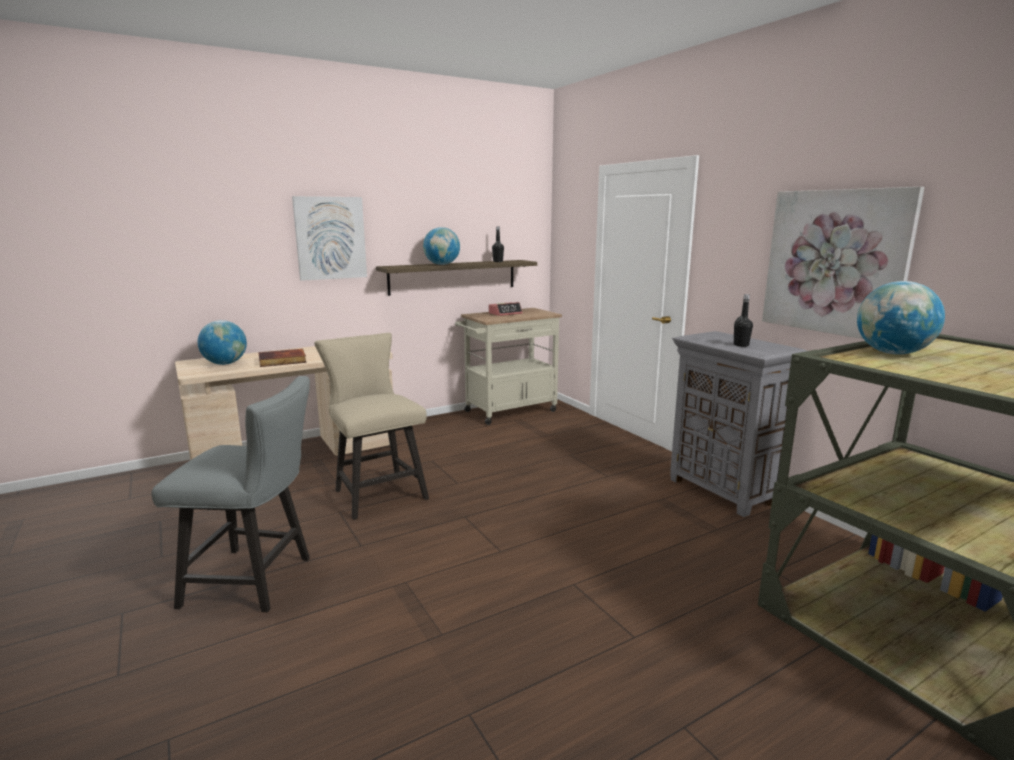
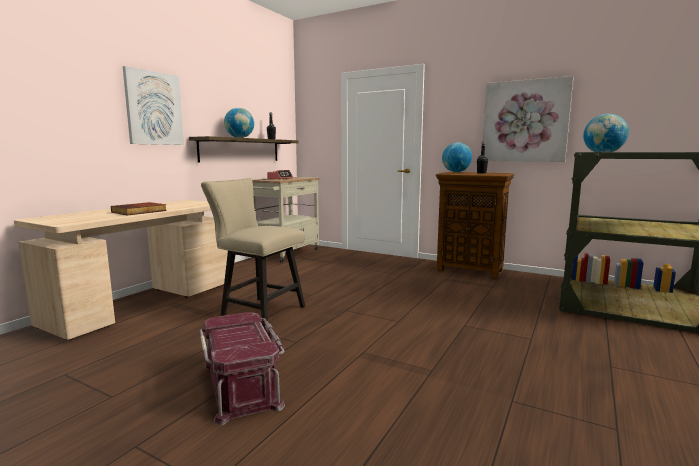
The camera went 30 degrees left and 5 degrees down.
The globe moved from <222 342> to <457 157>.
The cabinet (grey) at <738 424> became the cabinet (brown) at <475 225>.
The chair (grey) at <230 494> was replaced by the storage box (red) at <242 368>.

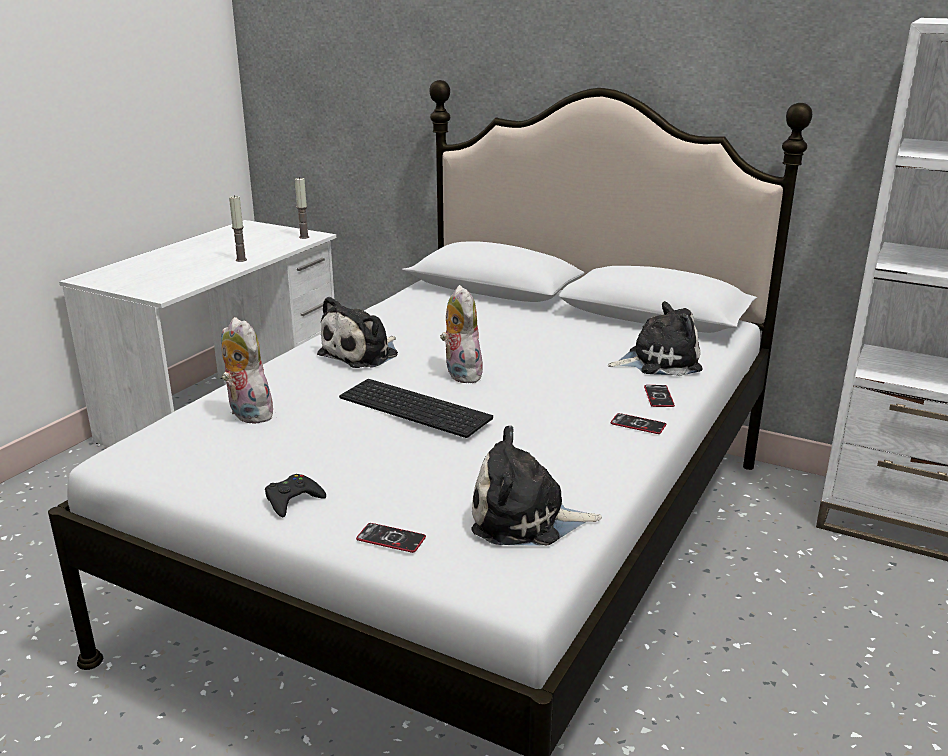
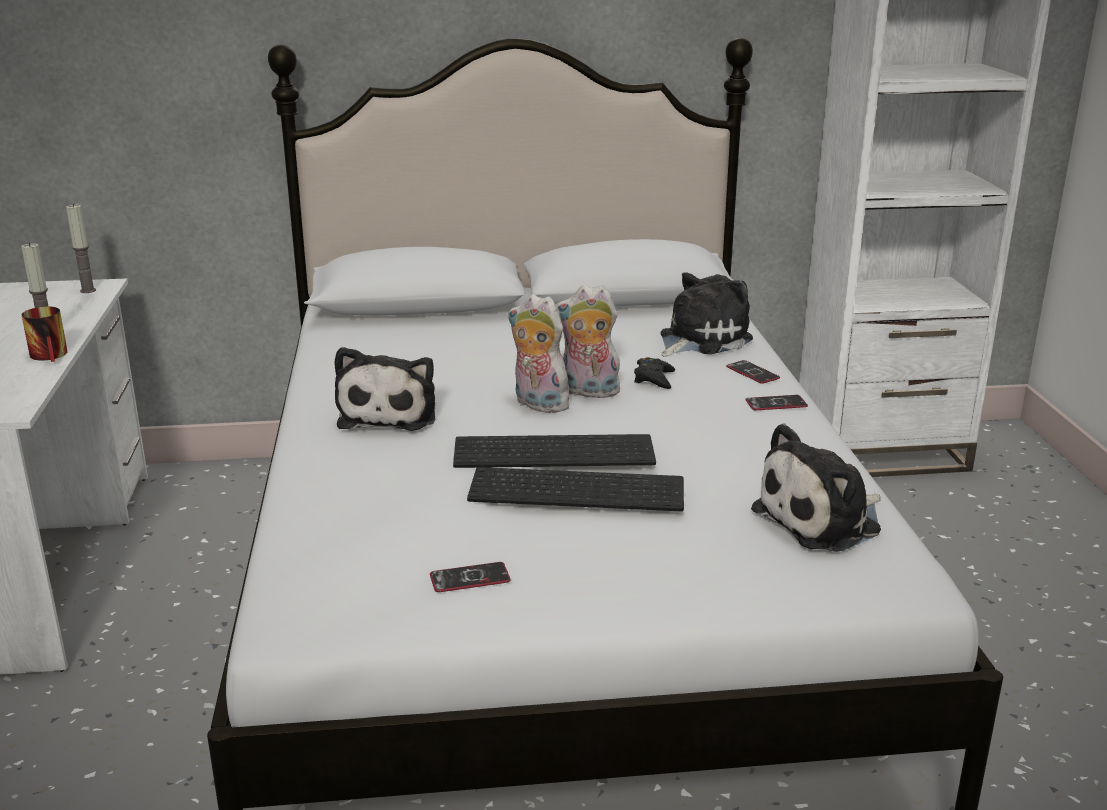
The camera went 35 degrees left and 0 degrees up.
The plush toy moved from <247 370> to <590 341>.
The game controller (black) moved from <295 496> to <654 373>.
The phone moved from <391 538> to <470 577>.
The mug at <45 334> appeared.
The keyboard at <575 489> appeared.

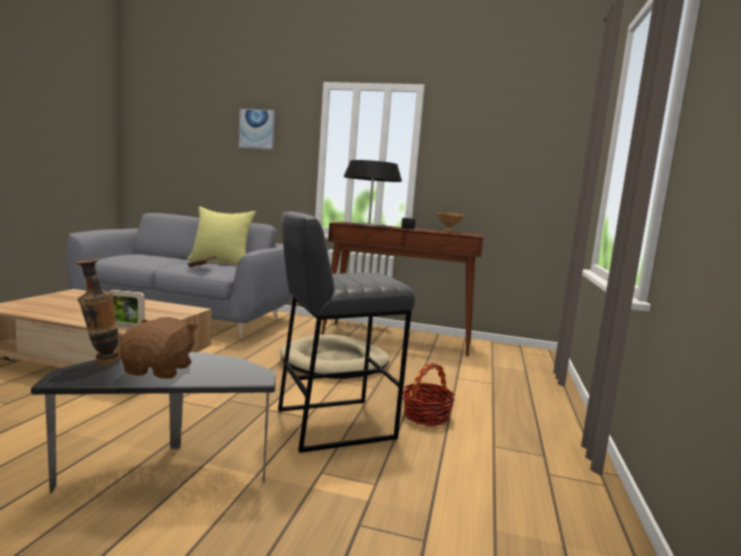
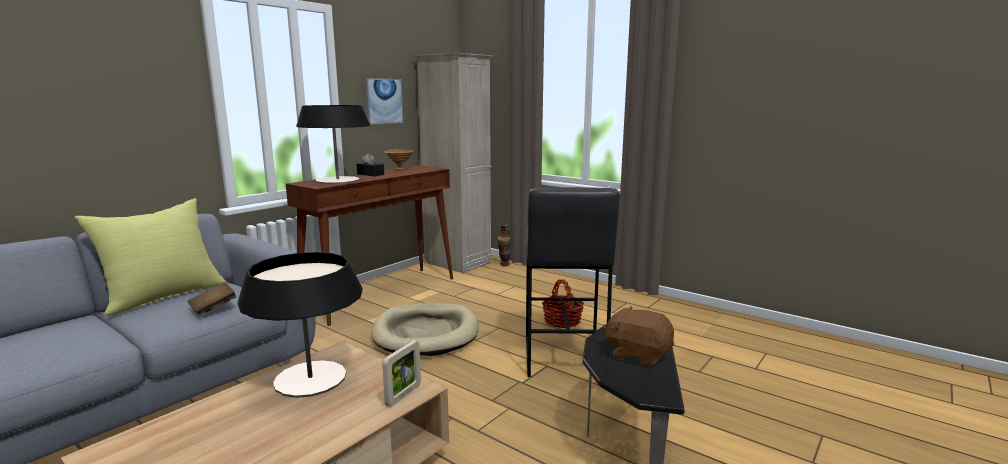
The camera went 65 degrees left and 5 degrees up.
The picture moved from <257 129> to <384 101>.
The vase moved from <98 312> to <503 244>.
The cabinet (beige) at <454 163> appeared.
The table lamp at <300 325> appeared.

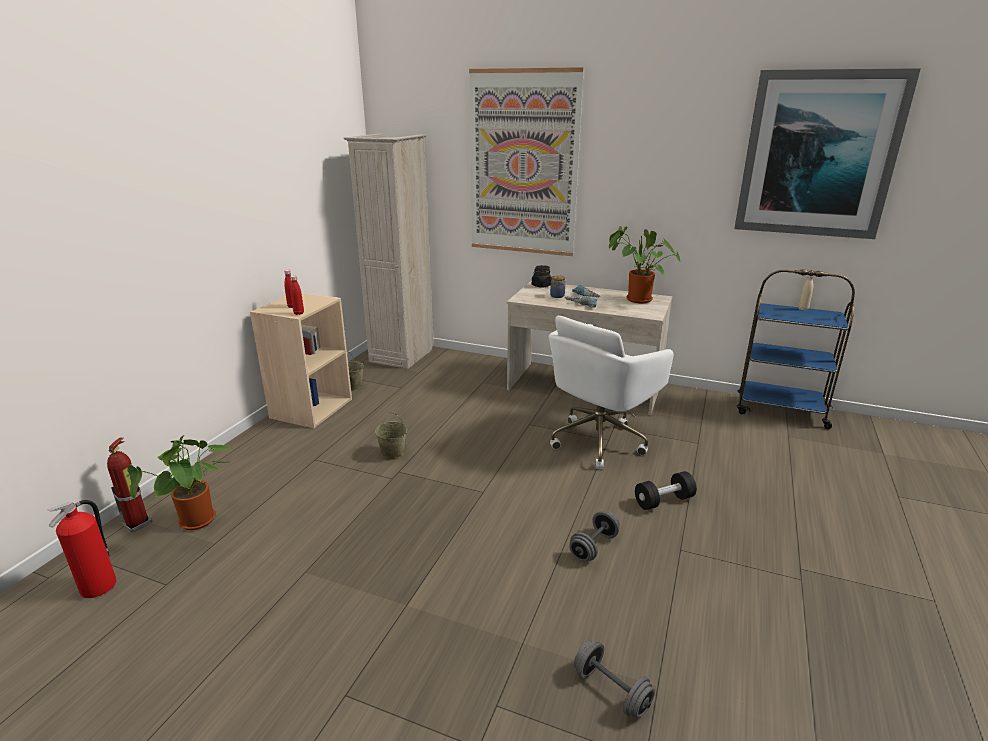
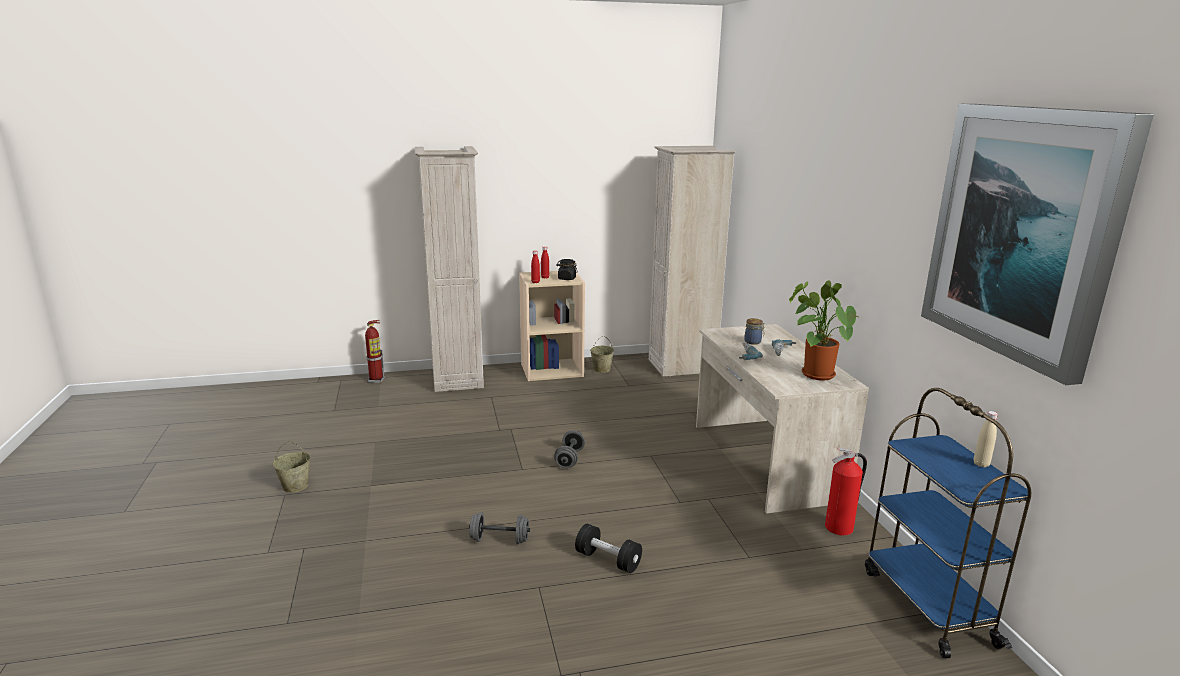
The camera went 55 degrees right and 5 degrees down.
The picture at <526 161> disappeared.
The jar (black) moved from <542 276> to <567 269>.
The office chair (white) at <611 392> disappeared.
The bucket (beige) moved from <391 436> to <291 467>.
The potted plant at <178 482> disappeared.
The fire extinguisher moved from <82 549> to <846 491>.
The dumbbell (grey) moved from <614 679> to <569 449>.
The cabinet (beige) at <449 269> appeared.

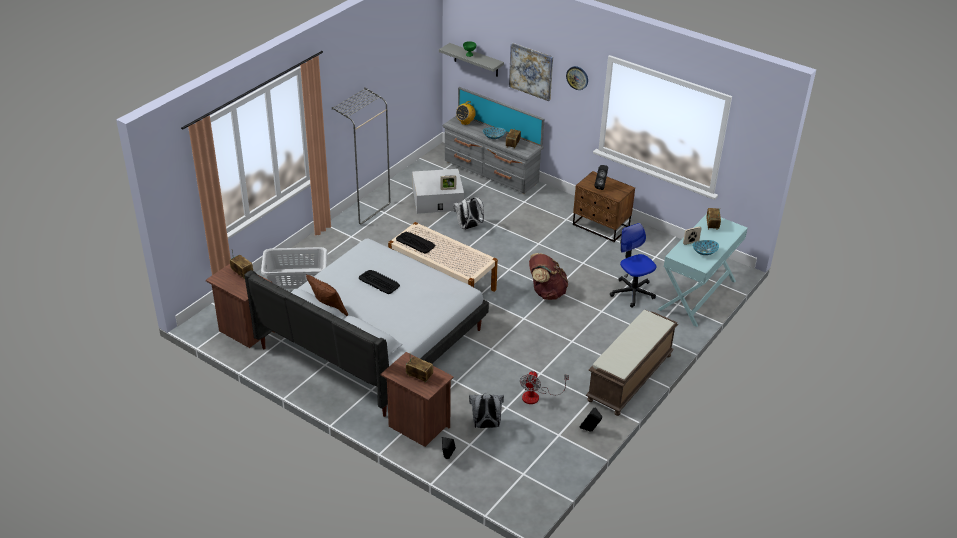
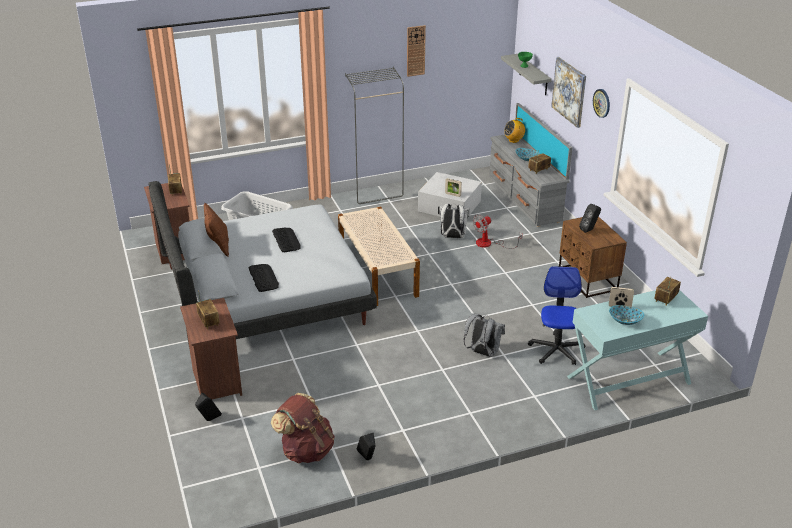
The camera went 35 degrees right and 5 degrees down.
The keyboard moved from <416 243> to <264 278>.
The backpack (brown) moved from <548 276> to <303 428>.
The bench (brown) at <632 363> disappeared.
The fan moved from <544 387> to <497 231>.
The backpack (grey) moved from <486 410> to <484 335>.
The wall clock at <416 51> appeared.

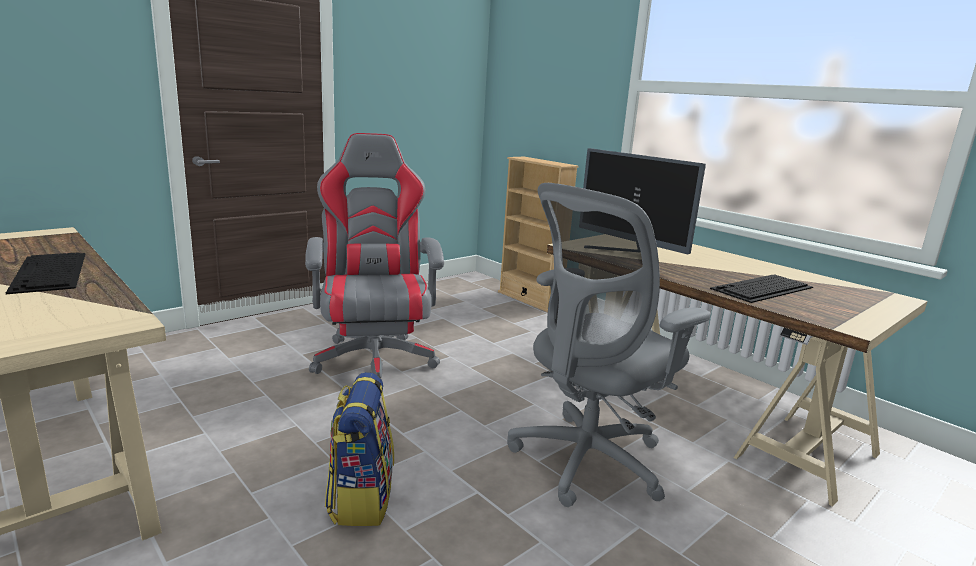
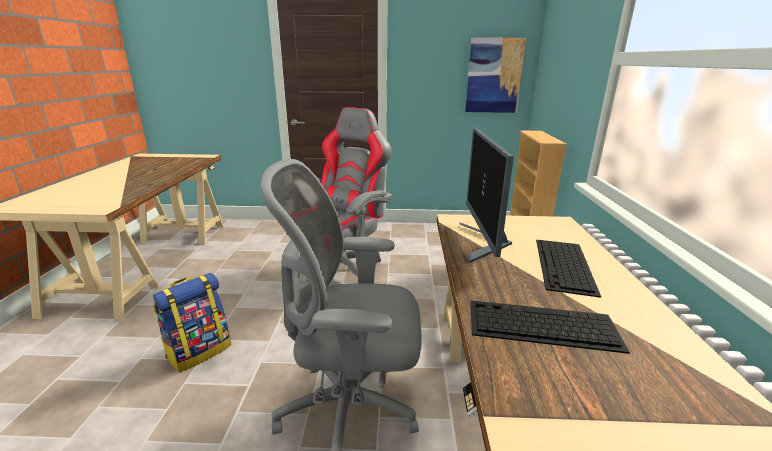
The camera went 45 degrees right and 5 degrees up.
The keyboard moved from <45 273> to <568 269>.
The picture at <495 75> appeared.

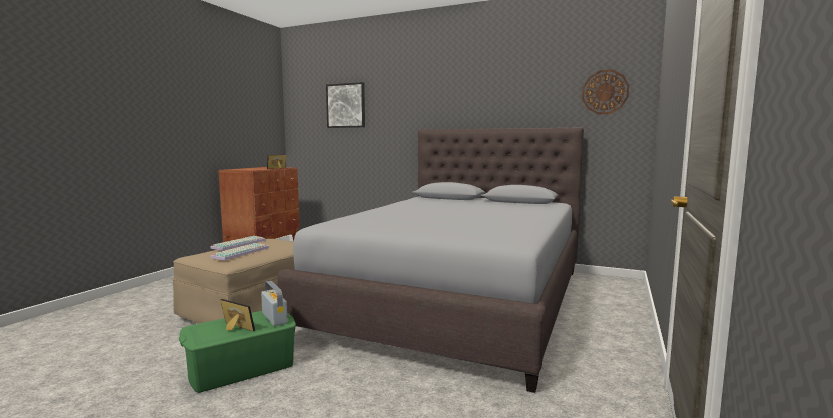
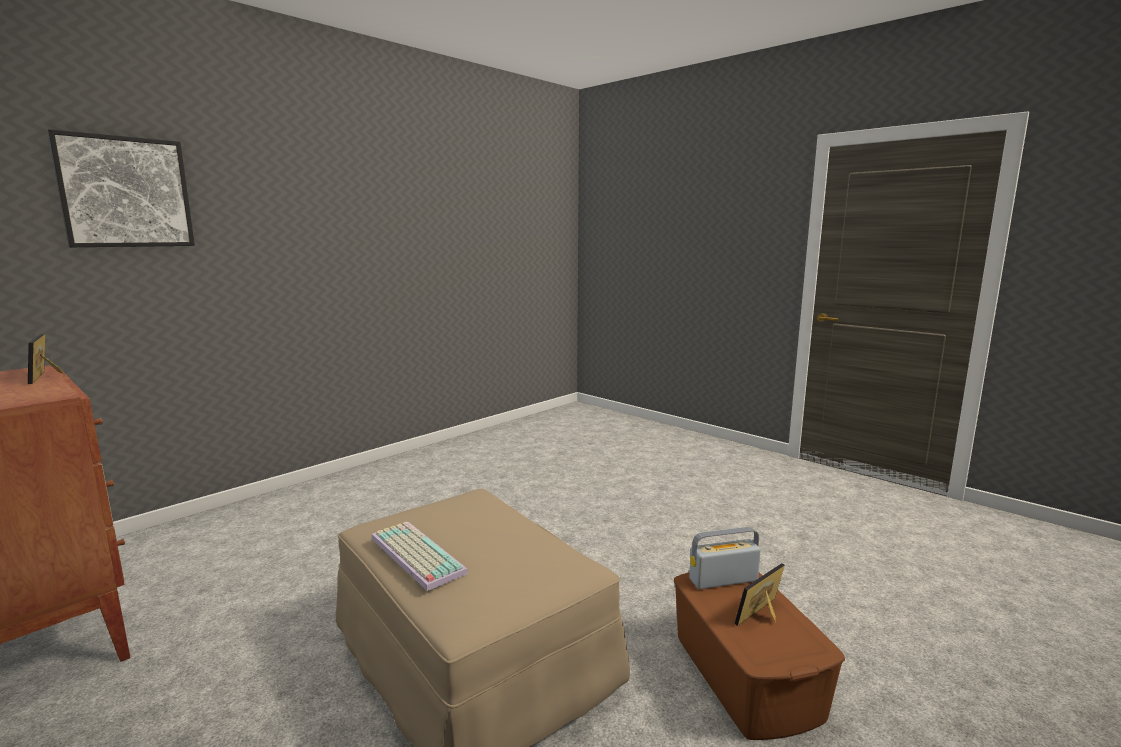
The camera went 70 degrees left and 5 degrees up.
The wall clock at <605 91> disappeared.
The bed (grey) at <431 260> disappeared.
The keyboard at <239 251> disappeared.
The storage box (green) at <237 352> became the storage box (brown) at <759 656>.

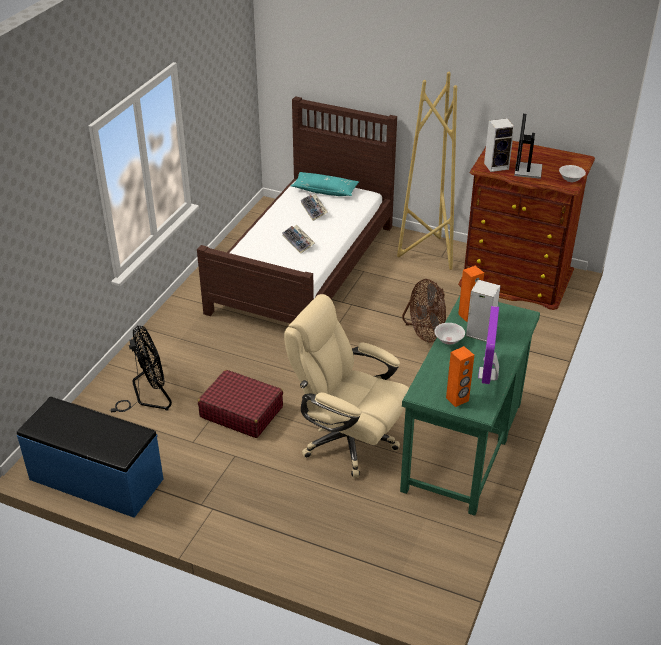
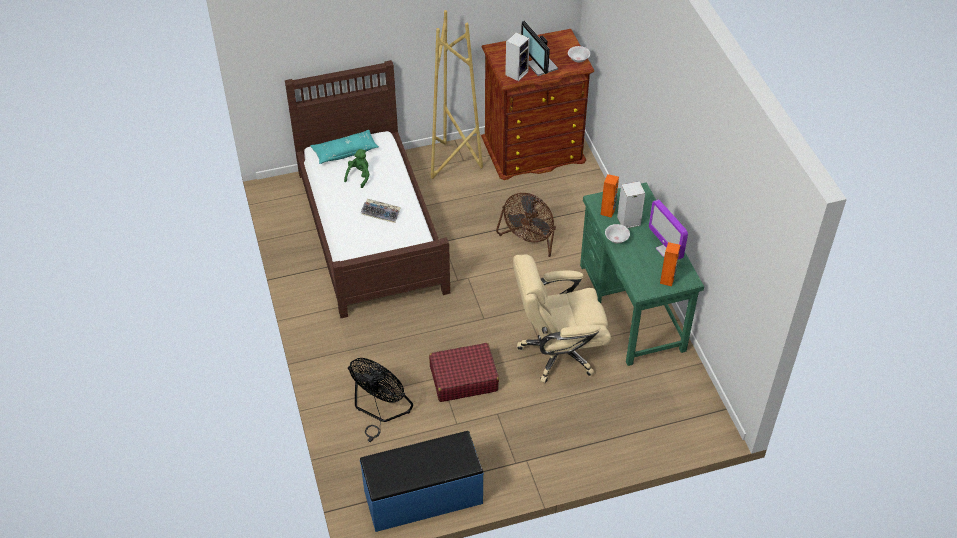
The camera went 40 degrees left and 10 degrees up.
The keyboard at <314 207> was replaced by the plush toy (green) at <356 168>.

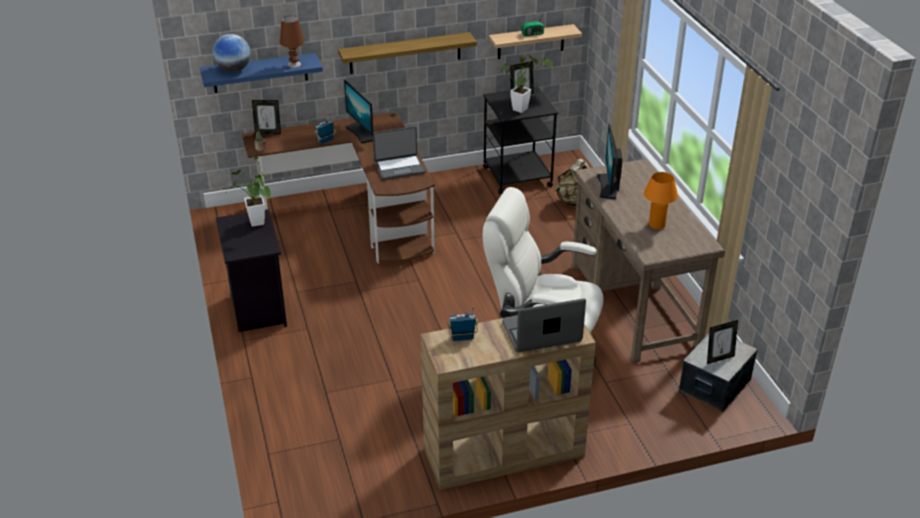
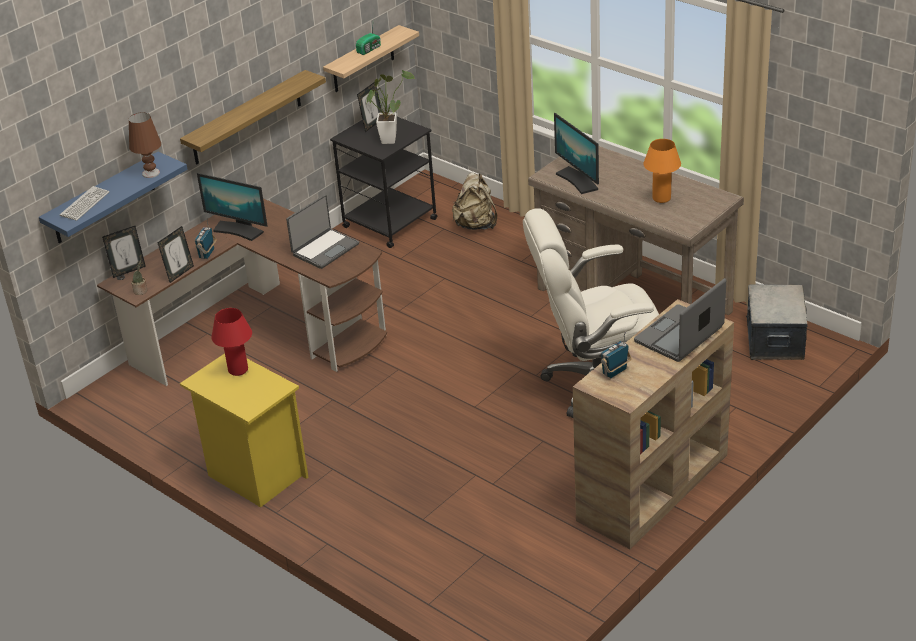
The camera went 30 degrees left and 0 degrees up.
The globe at <231 53> was replaced by the keyboard at <85 203>.
The potted plant at <248 191> was replaced by the table lamp (red) at <231 342>.
The nightstand (black) at <251 270> became the nightstand (yellow) at <244 430>.
The picture frame moved from <722 342> to <176 254>.

